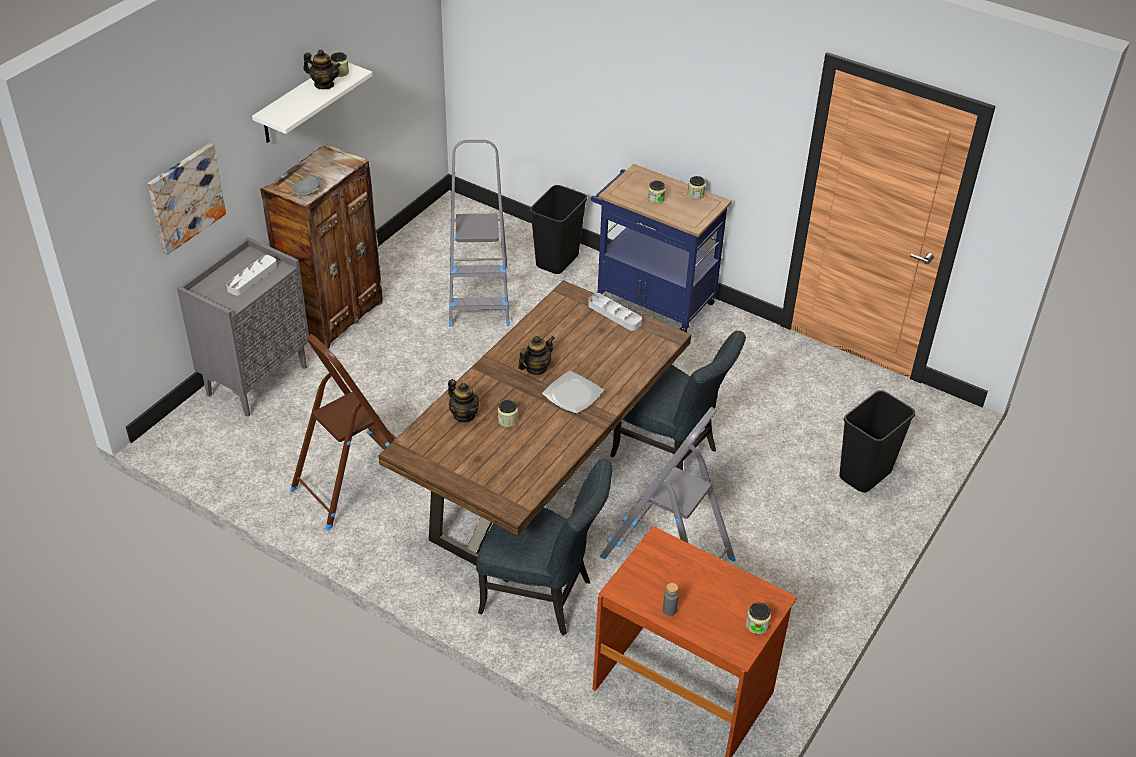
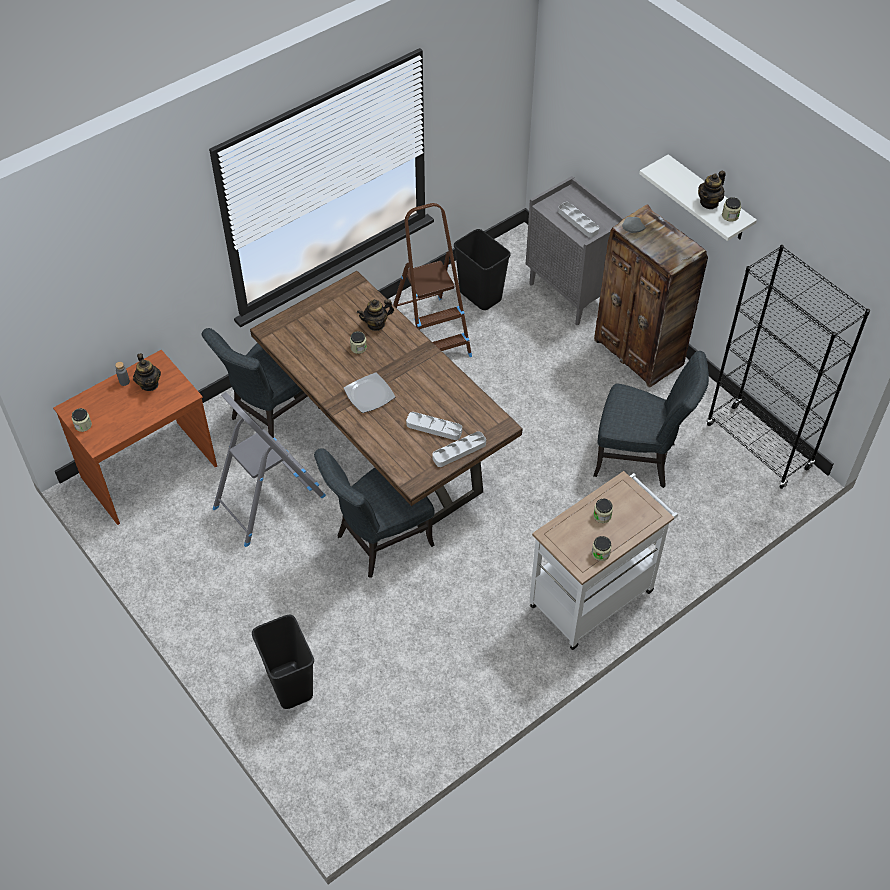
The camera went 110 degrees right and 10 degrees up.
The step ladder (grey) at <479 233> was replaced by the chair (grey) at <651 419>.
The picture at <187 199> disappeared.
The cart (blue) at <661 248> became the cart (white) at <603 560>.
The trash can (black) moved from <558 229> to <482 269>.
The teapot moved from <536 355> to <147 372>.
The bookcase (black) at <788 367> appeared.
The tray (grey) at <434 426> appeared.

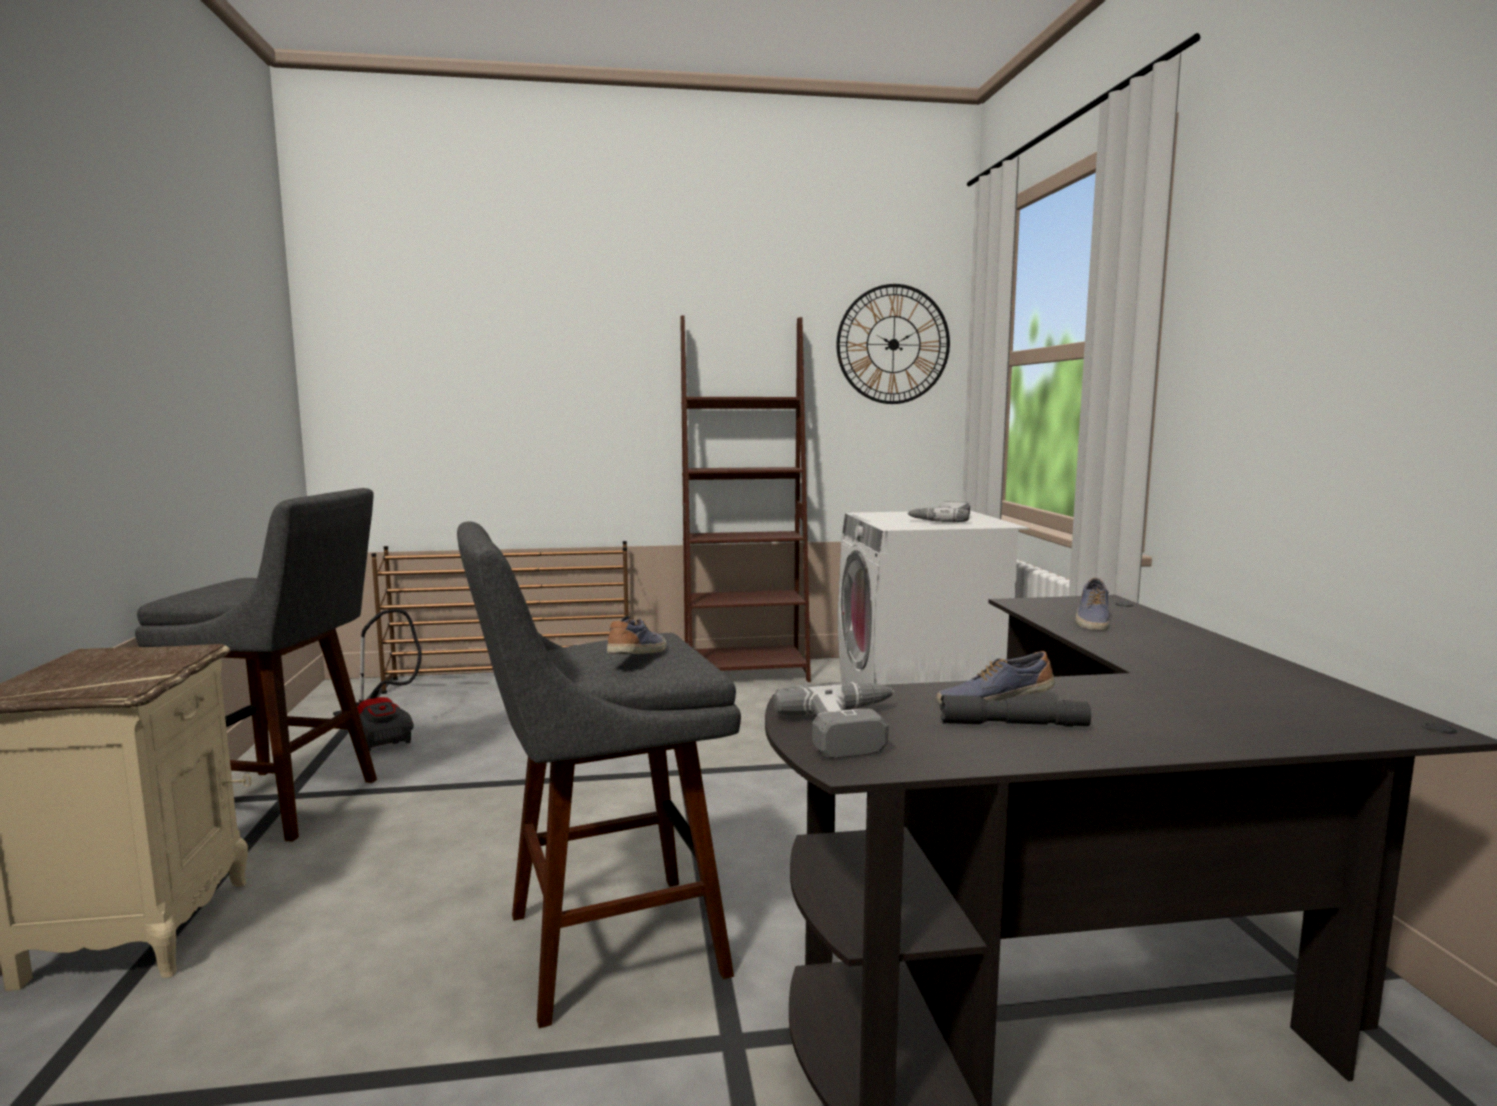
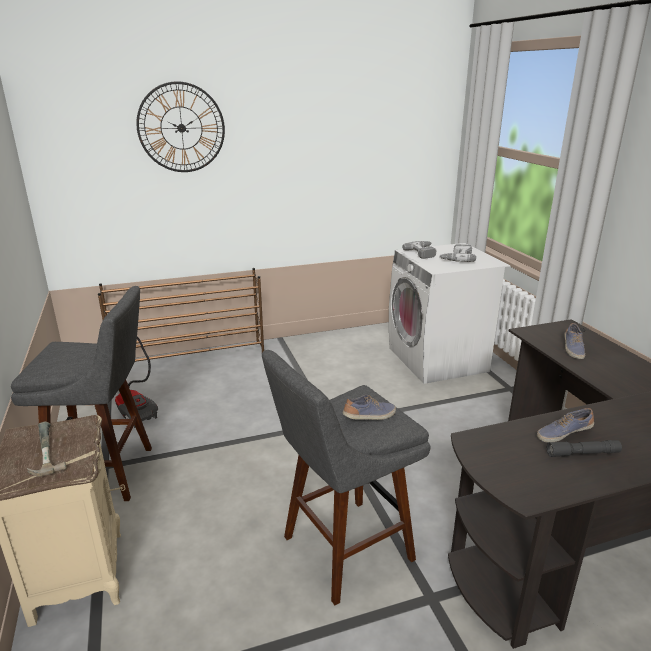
The camera went 10 degrees left and 15 degrees up.
The wall clock moved from <893 344> to <180 126>.
The bookcase (brown) at <745 498> disappeared.
The shoe at <636 635> turned 60 degrees clockwise.
The power drill moved from <833 720> to <419 250>.
The hammer at <47 449> appeared.

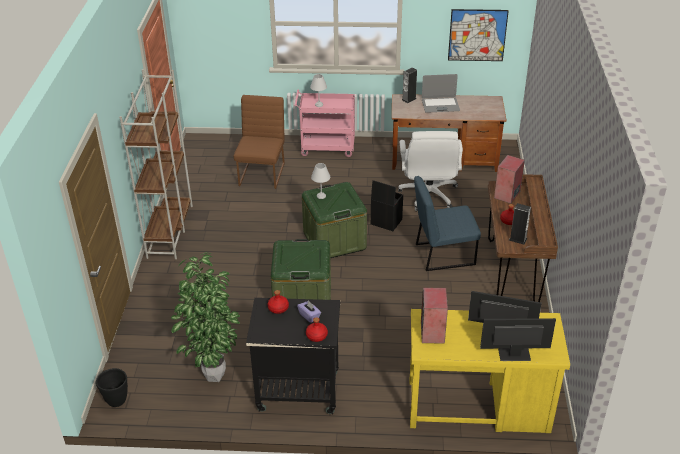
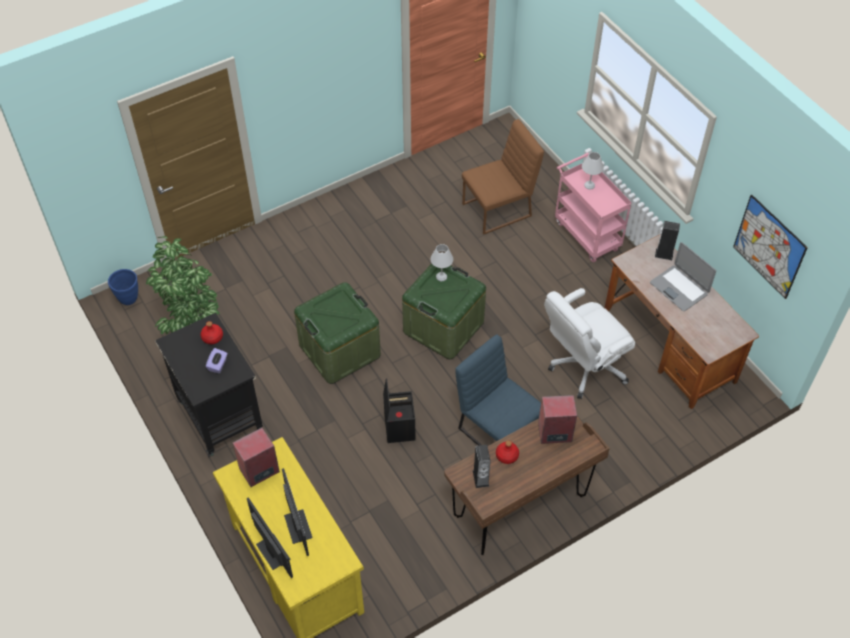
The camera went 55 degrees right and 15 degrees up.
The bookcase (brown) at <156 164> disappeared.
The storage box (black) moved from <387 205> to <399 410>.
The bottle (red) at <317 329> disappeared.
The planter (black) at <112 387> became the planter (blue) at <123 287>.

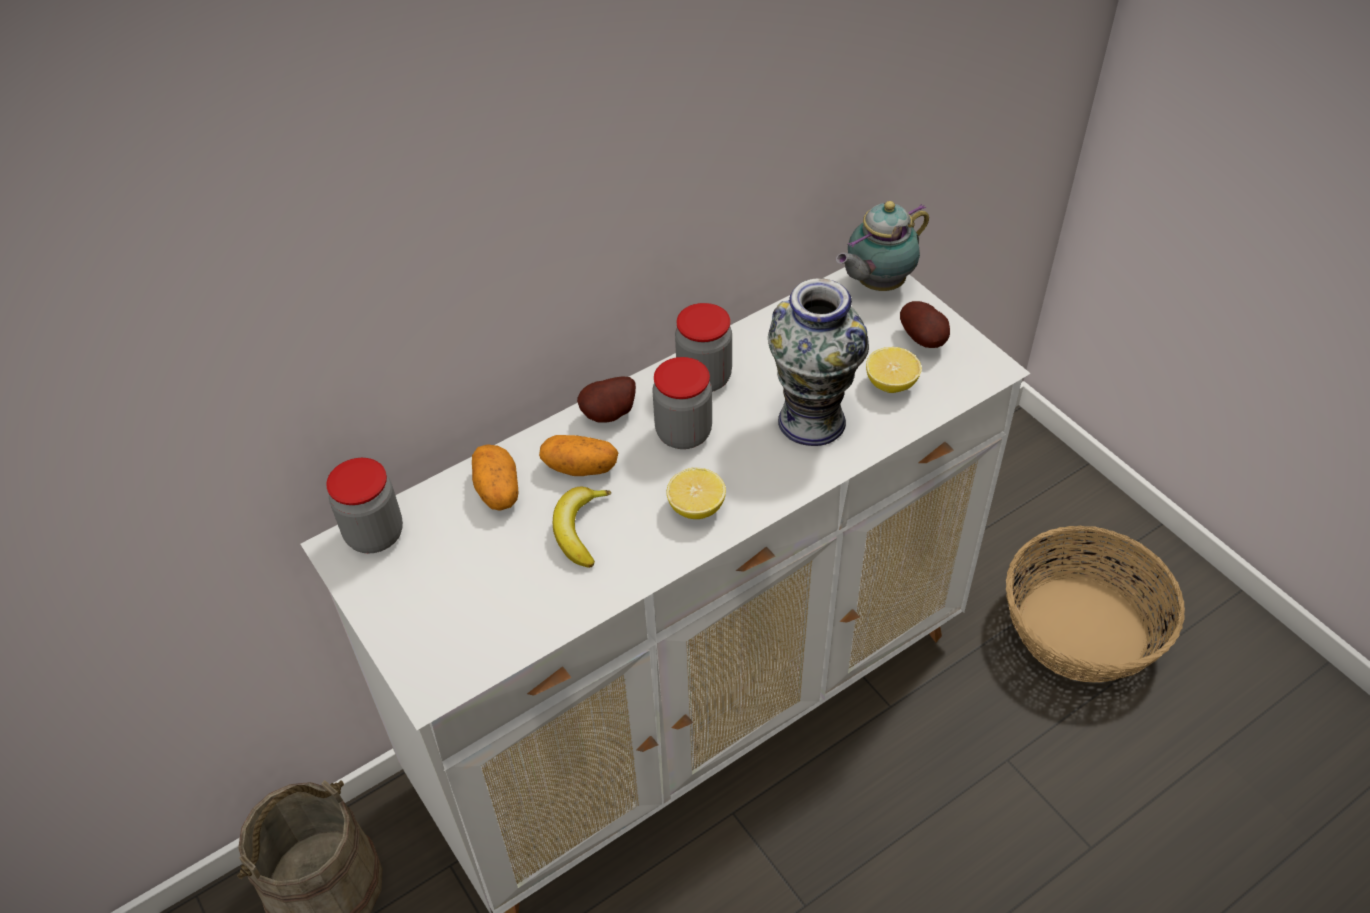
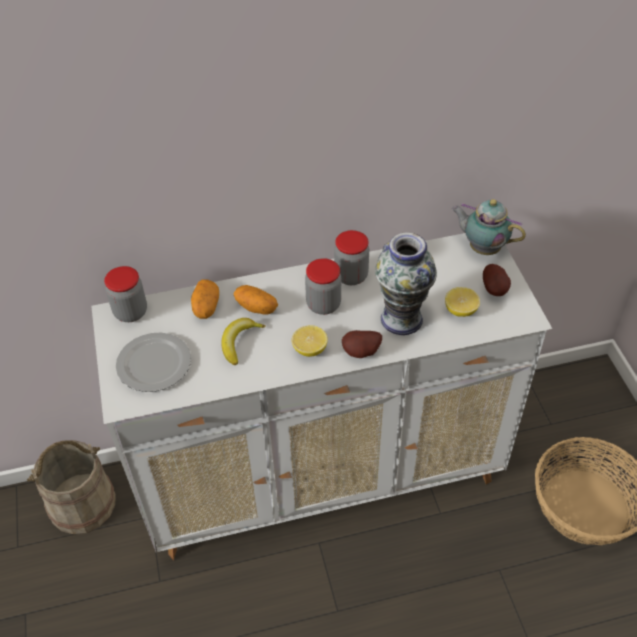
The camera went 20 degrees right and 0 degrees up.
The teapot at <882 246> turned 45 degrees clockwise.
The potato moved from <606 399> to <362 344>.
The plate at <153 362> appeared.

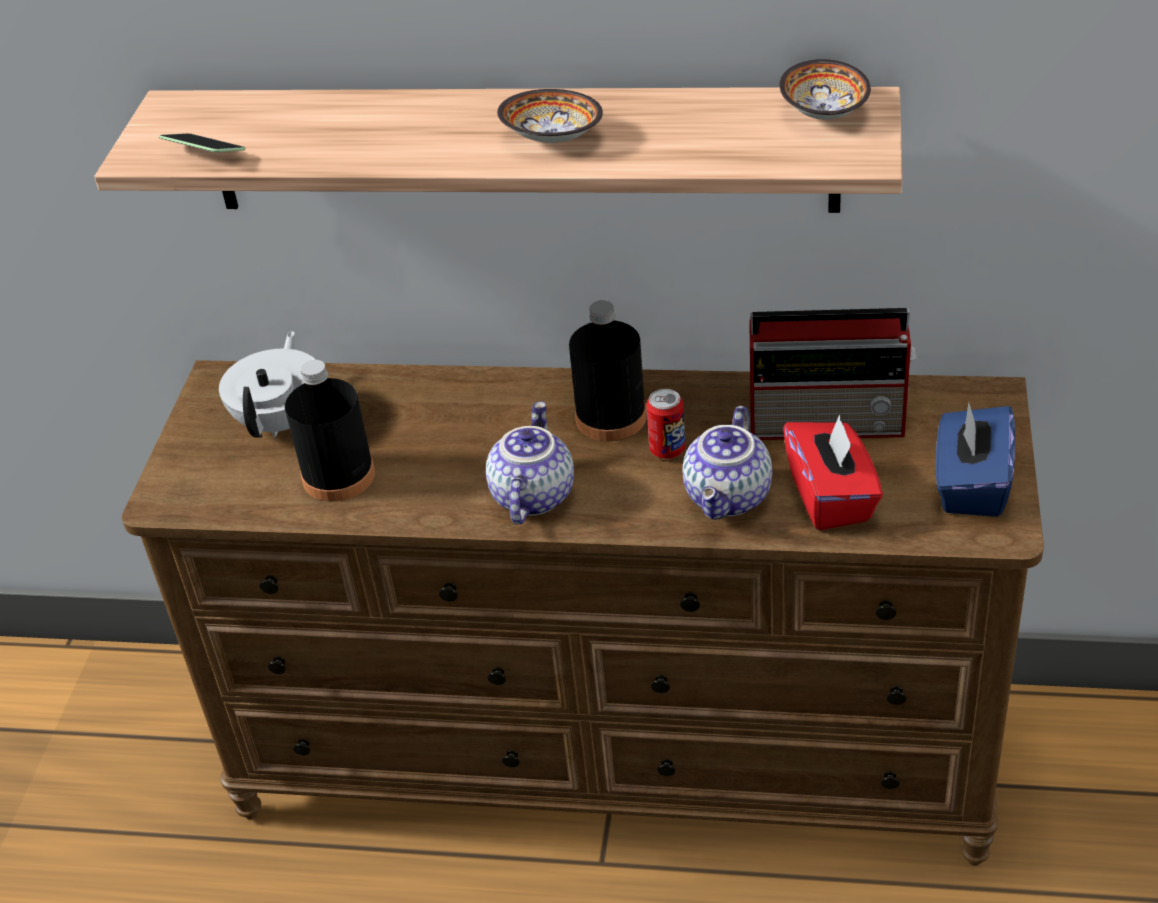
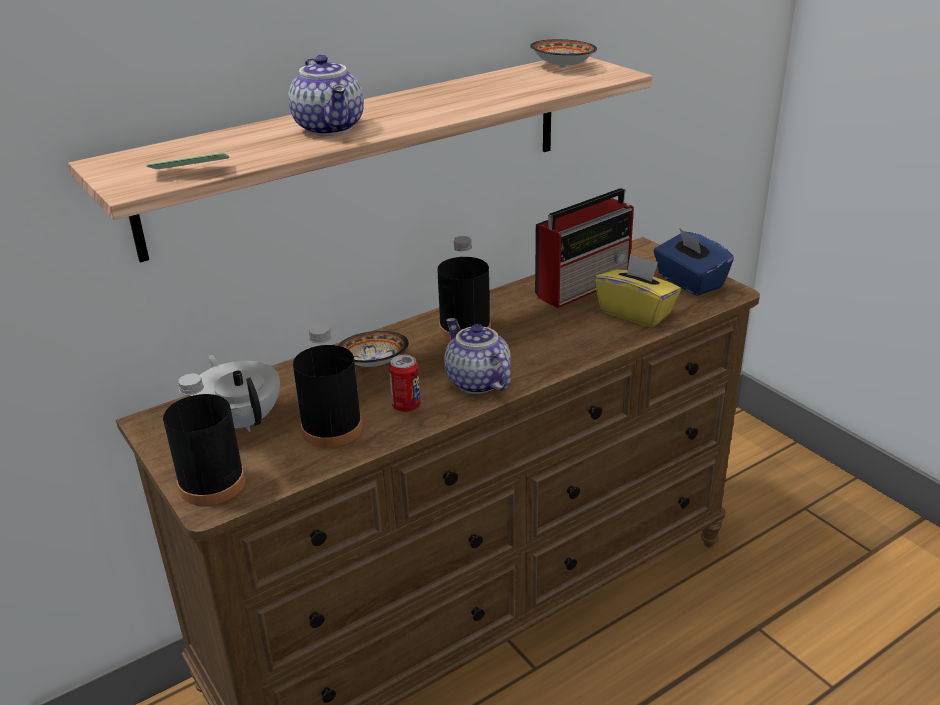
The camera went 45 degrees left and 10 degrees down.
The bowl moved from <550 116> to <373 349>.
The can moved from <665 424> to <405 383>.
The teapot moved from <727 463> to <326 95>.
The tissue box (red) at <833 472> became the tissue box (yellow) at <638 290>.
The bottle (black) at <204 439> appeared.

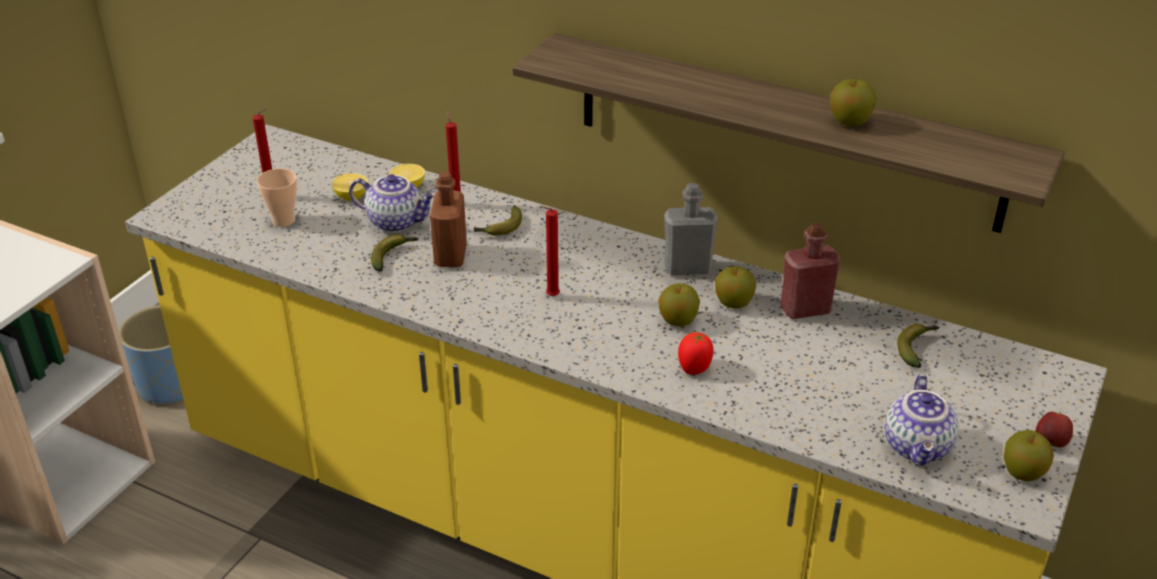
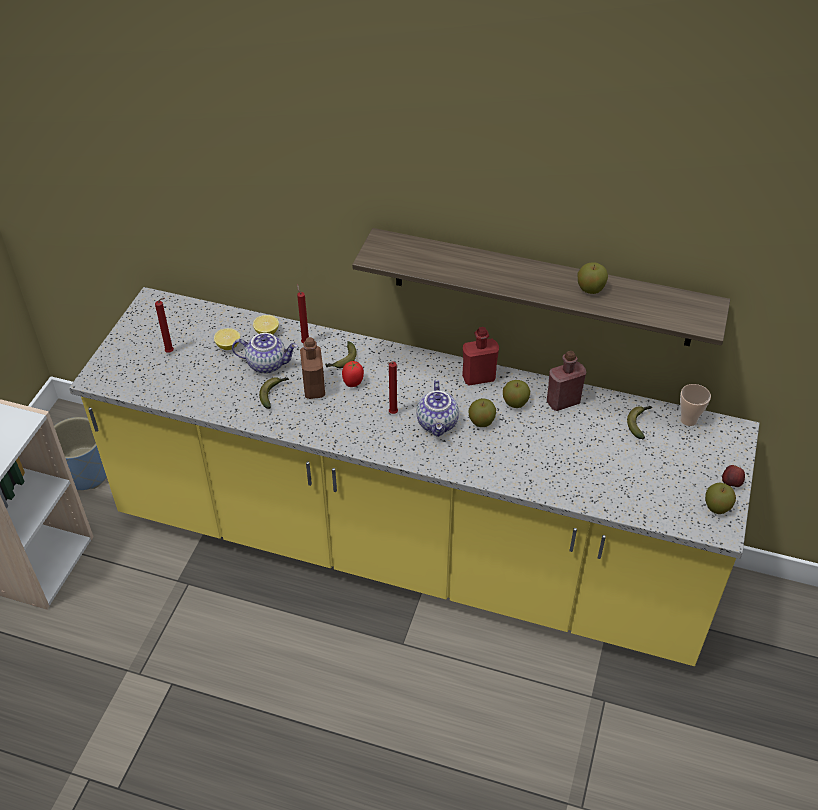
The camera went 10 degrees left and 10 degrees up.
The cup moved from <277 197> to <695 405>.
The bottle (grey) at <691 229> became the bottle (red) at <480 356>.
The tomato moved from <696 353> to <353 374>.
The teapot moved from <921 420> to <437 408>.

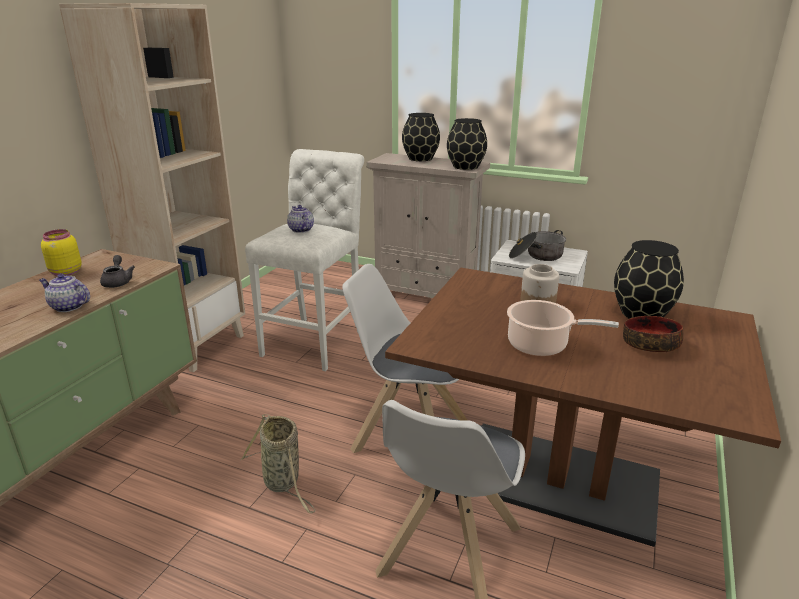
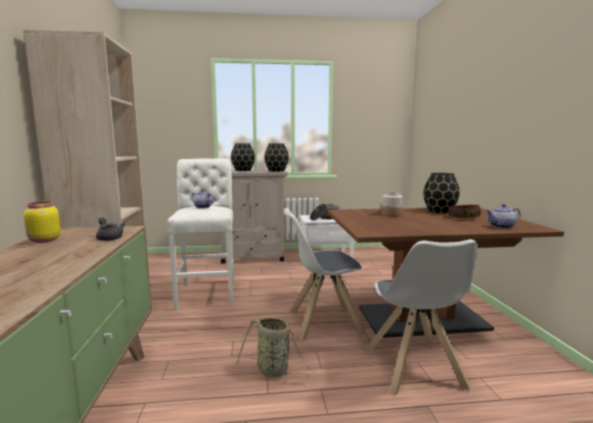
The camera went 30 degrees left and 15 degrees down.
The teapot moved from <64 293> to <503 216>.
The cooking pot at <563 328> disappeared.

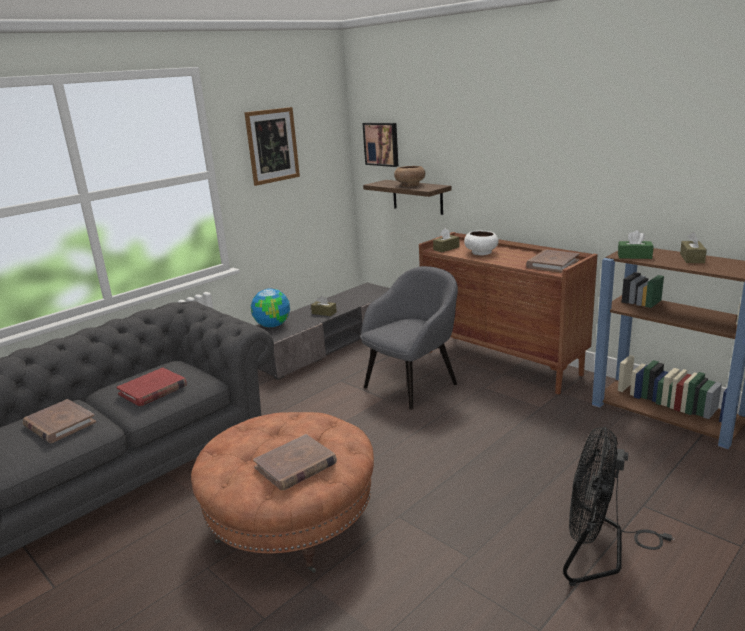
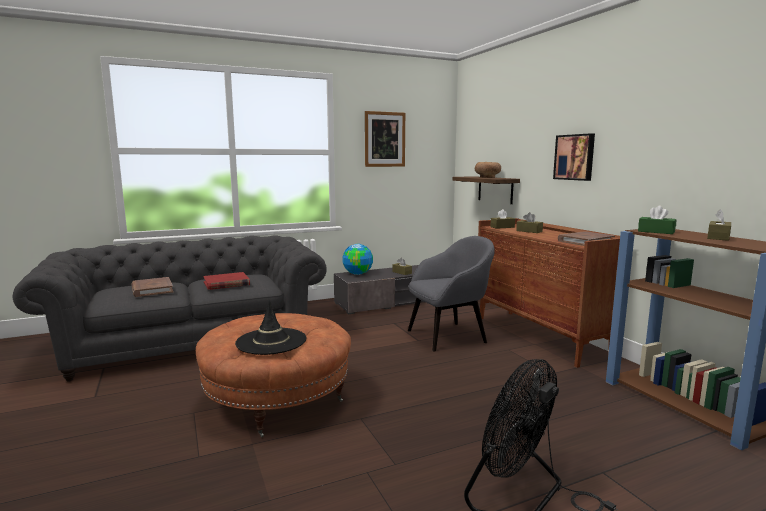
The camera went 20 degrees right and 10 degrees down.
The picture moved from <380 145> to <574 157>.
The bowl (white) at <481 242> was replaced by the tissue box (brown) at <529 222>.
The book (brown) at <295 462> was replaced by the hat (black) at <270 327>.

